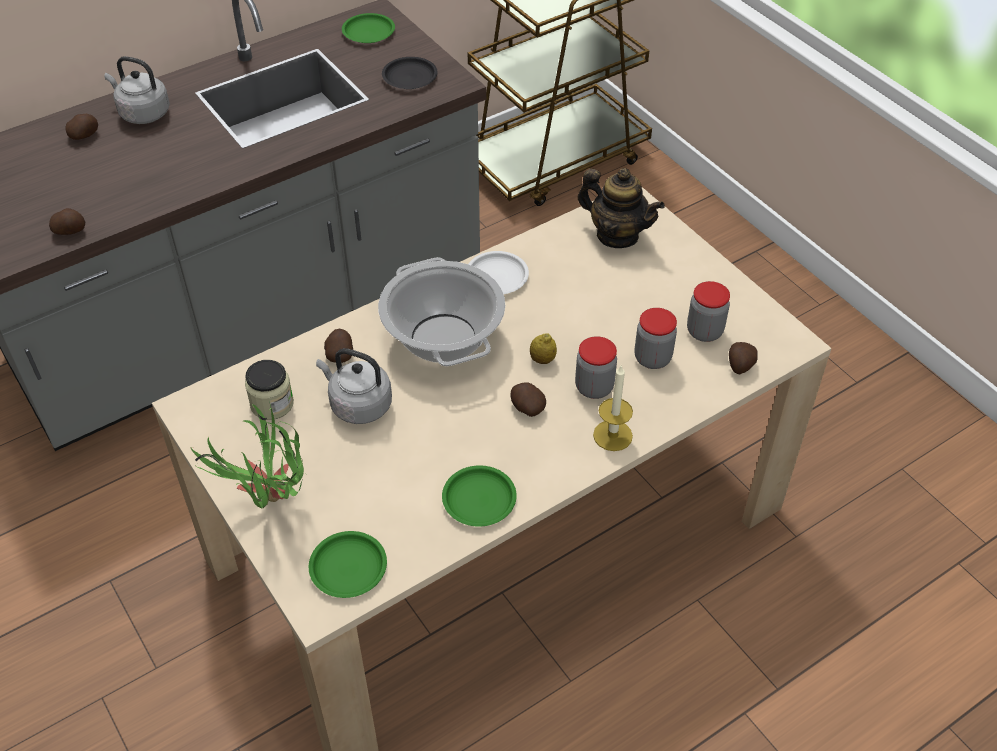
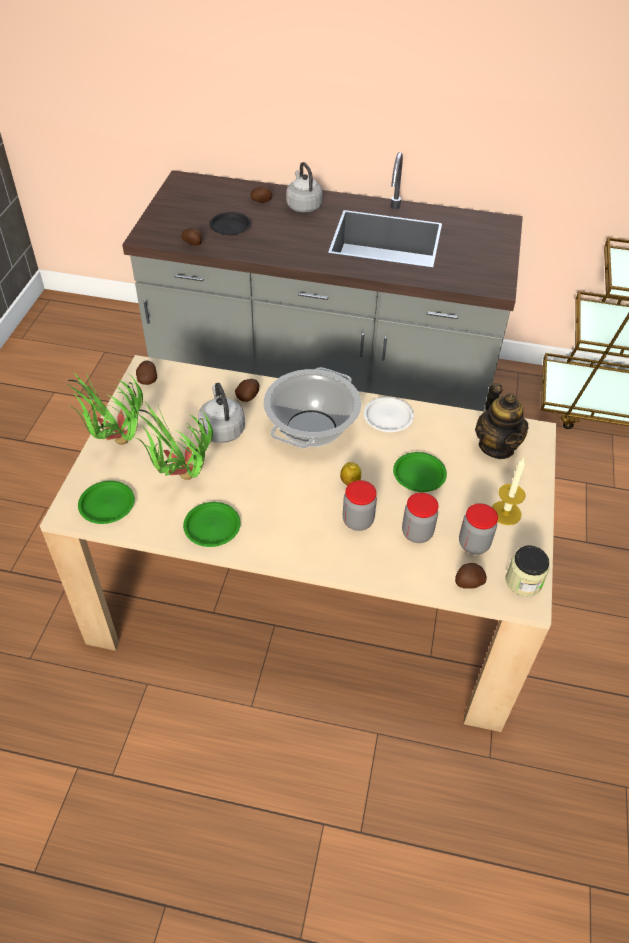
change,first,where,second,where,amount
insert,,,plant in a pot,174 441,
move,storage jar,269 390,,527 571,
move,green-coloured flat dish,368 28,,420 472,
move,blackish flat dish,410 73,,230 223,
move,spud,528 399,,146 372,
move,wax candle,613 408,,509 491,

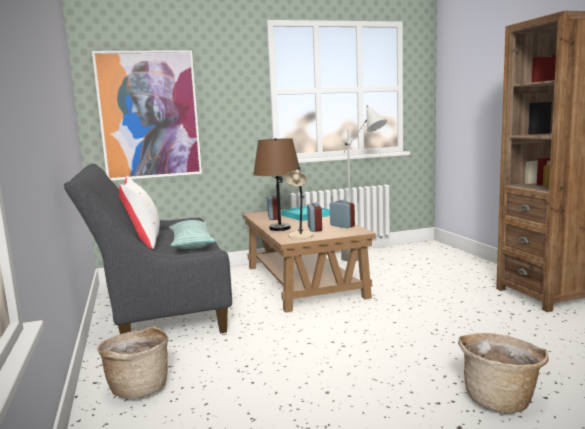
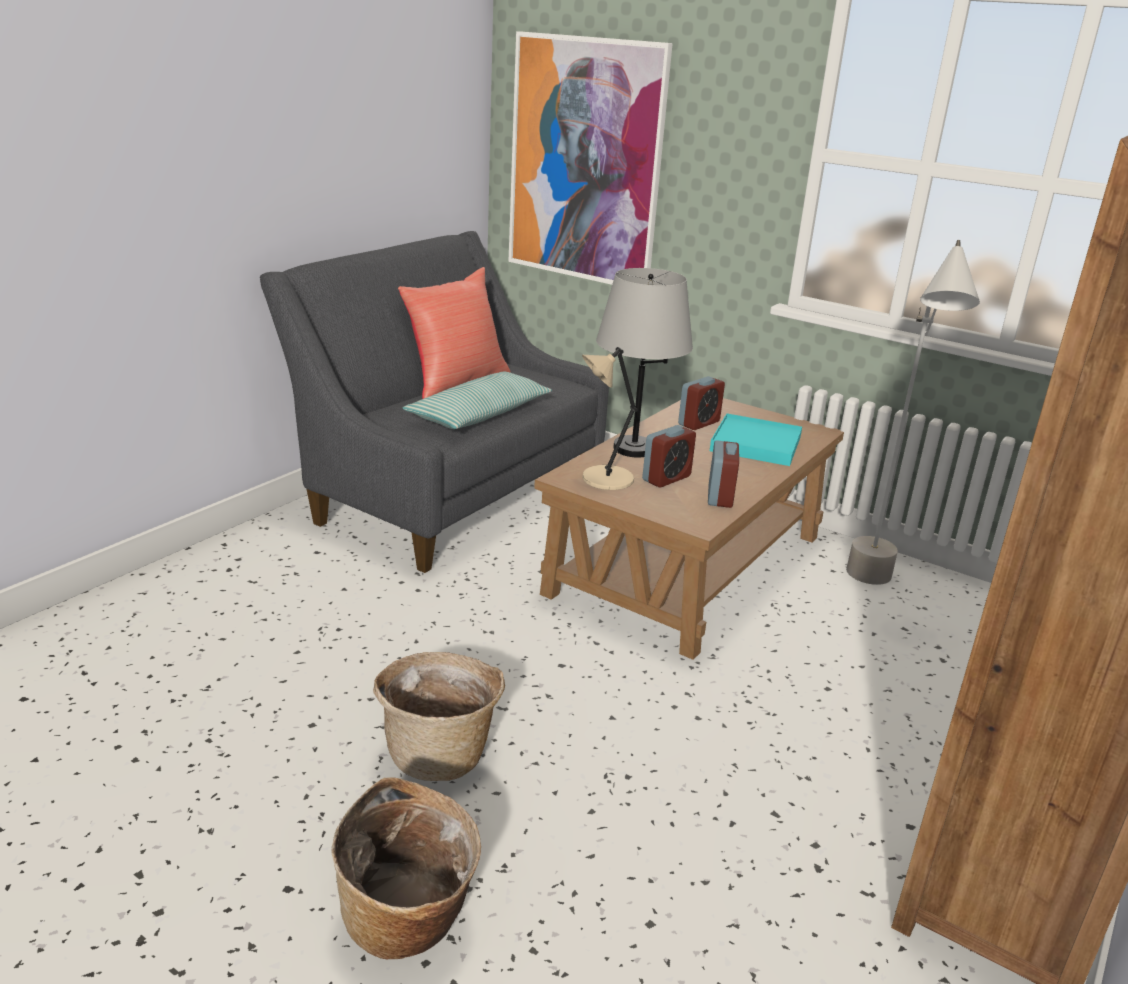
change,first,where,second,where,amount
move,household basket,132 362,,439 716,
recolor,white-coloured throw pillow,139 212,reddish throw pillow,454 333,
recolor,brownish lamp for a table,277 184,grey lamp for a table,644 363,

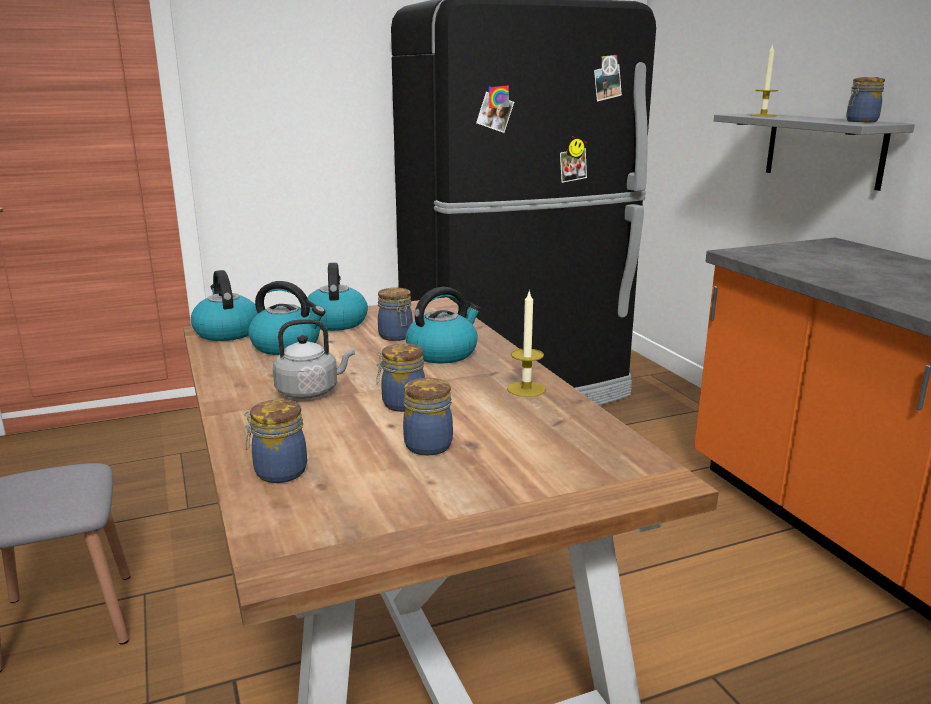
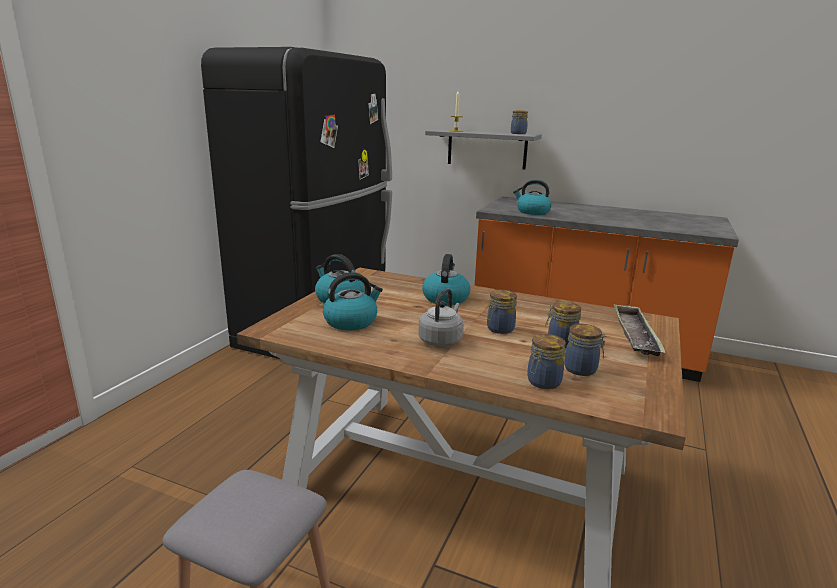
change,first,where,second,where,amount
delete,wax candle,526 343,,,
insert,,,carrying tray,639 329,
move,water kettle,225 305,,532 197,
move,storage jar,395 314,,585 350,

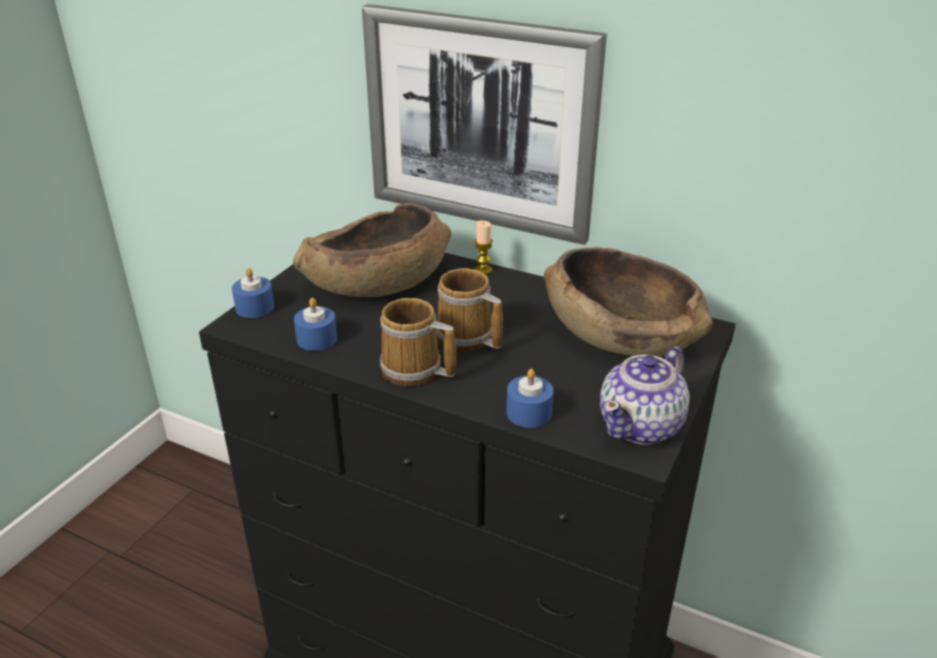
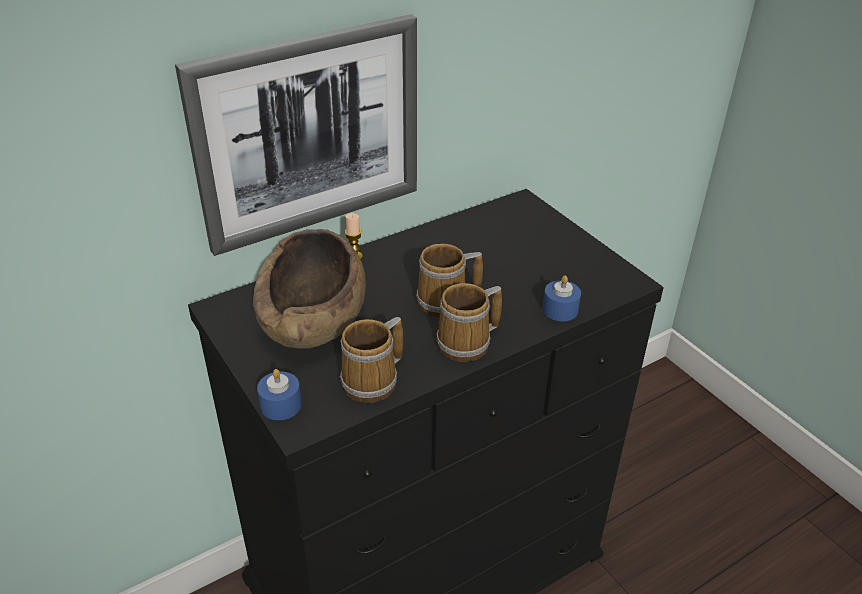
change,first,where,second,where,amount
delete,brownish serving bowl,628 302,,,
delete,teapot,645 395,,,
replace,blue-coloured wax candle,315 324,coffee mug,371 360,

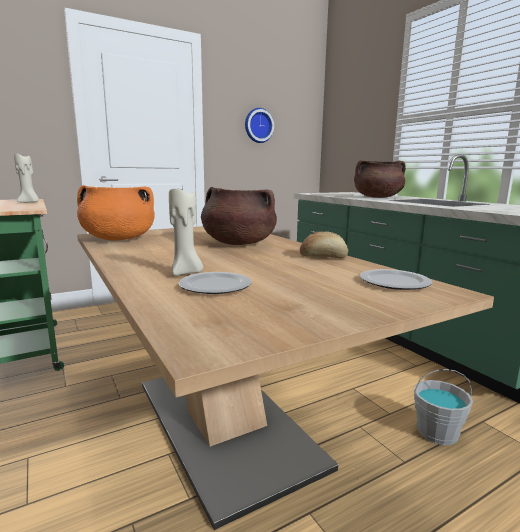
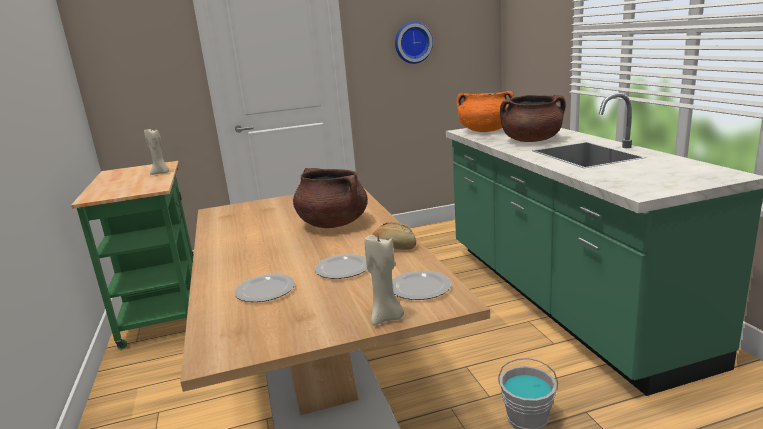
change,first,where,second,where,amount
insert,,,flat dish,340 266,
move,orange stockpot,116 213,,485 111,
move,beige-coloured wax candle,186 232,,384 280,

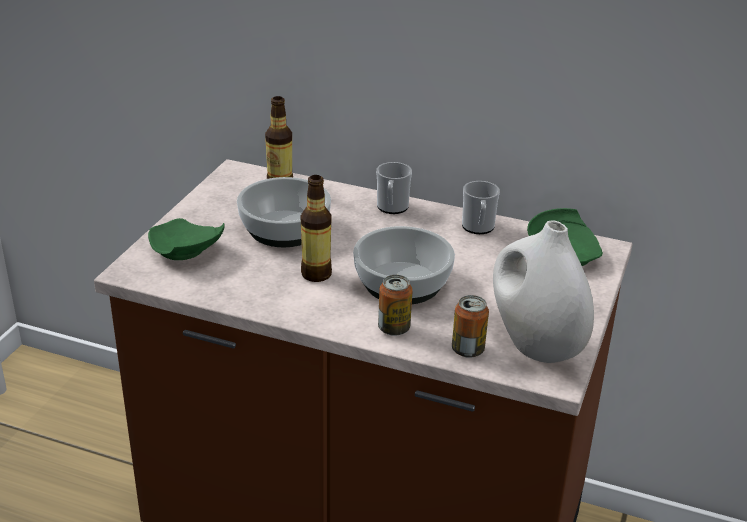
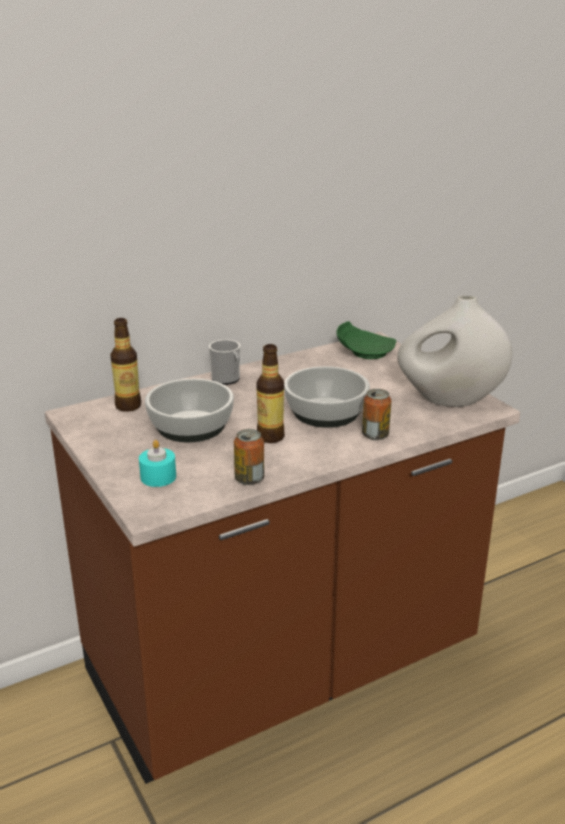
change,first,where,second,where,amount
delete,coffee mug,481 207,,,
move,sealed can,470 326,,249 457,
replace,green-coloured flat dish,186 239,turquoise-coloured wax candle,157 463,

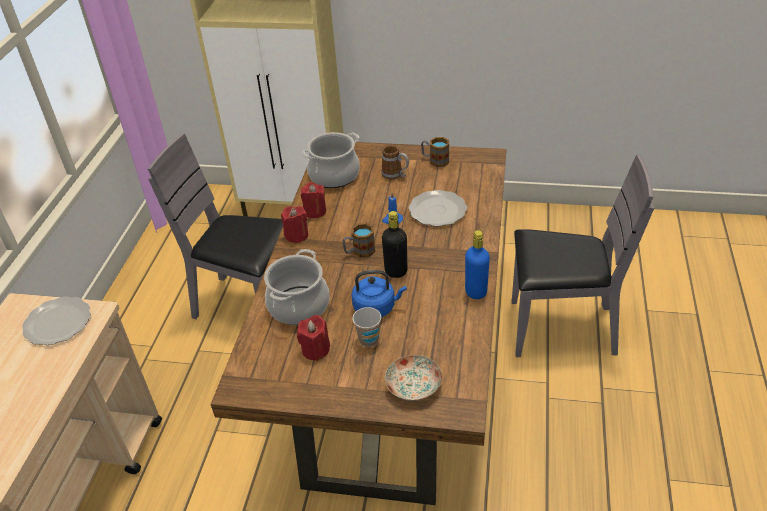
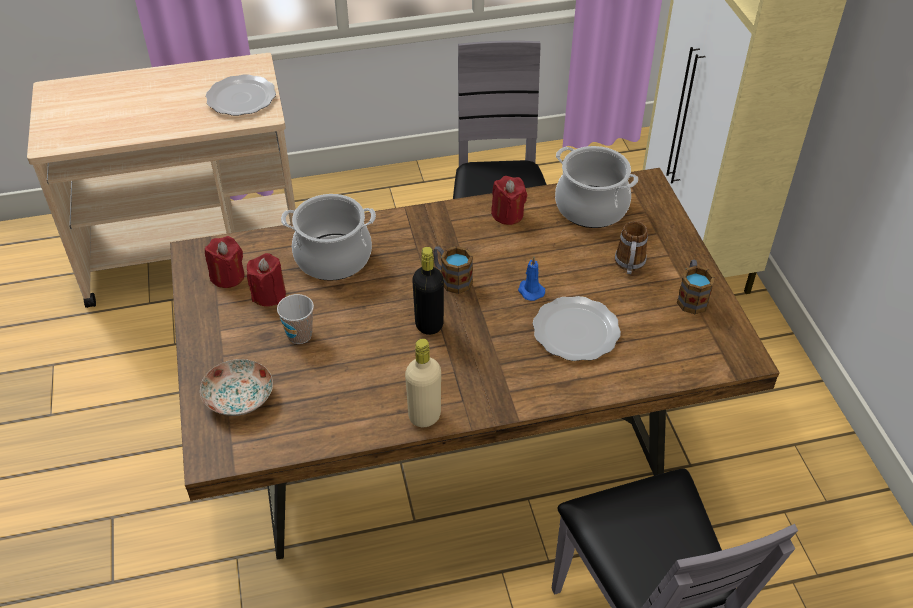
change,first,where,second,where,amount
delete,blue-coloured water kettle,379 293,,,
move,reddish wax candle,294 224,,224 262,
recolor,blue-coloured beverage bottle,477 264,beige-coloured beverage bottle,423 383,

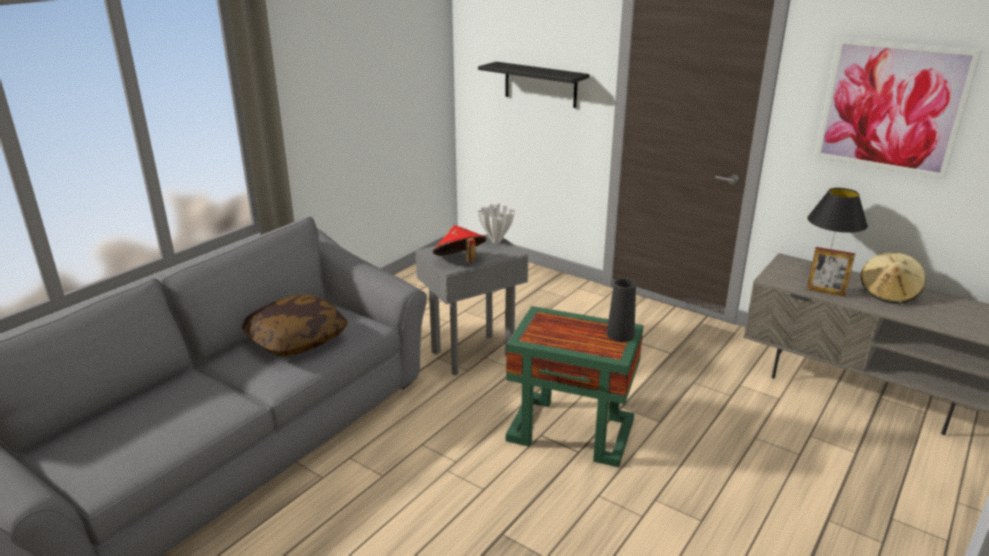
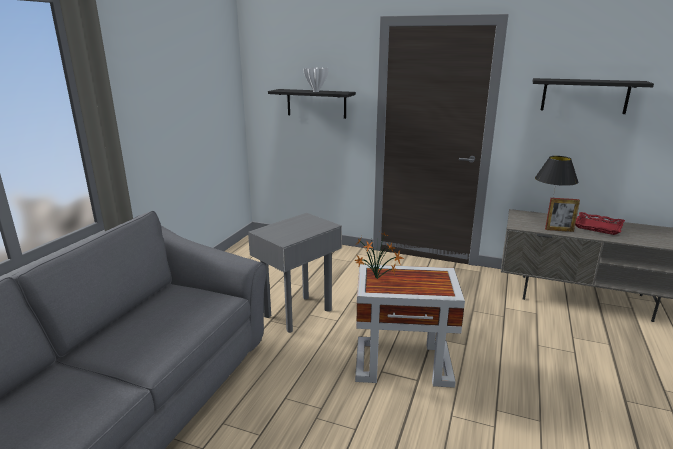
change,first,where,second,where,amount
delete,throw pillow,295 325,,,
delete,reddish hat,460 244,,,
delete,blackish flower vase,621 310,,,
insert,,,plant in a pot,379 255,
move,white-coloured flower vase,496 223,,316 79,
replace,wall art,898 109,blackish wall shelf,593 96,
replace,beige-coloured hat,893 278,reddish carrying tray,600 223,
recolor,green-coloured accent table,574 386,white-coloured accent table,410 326,

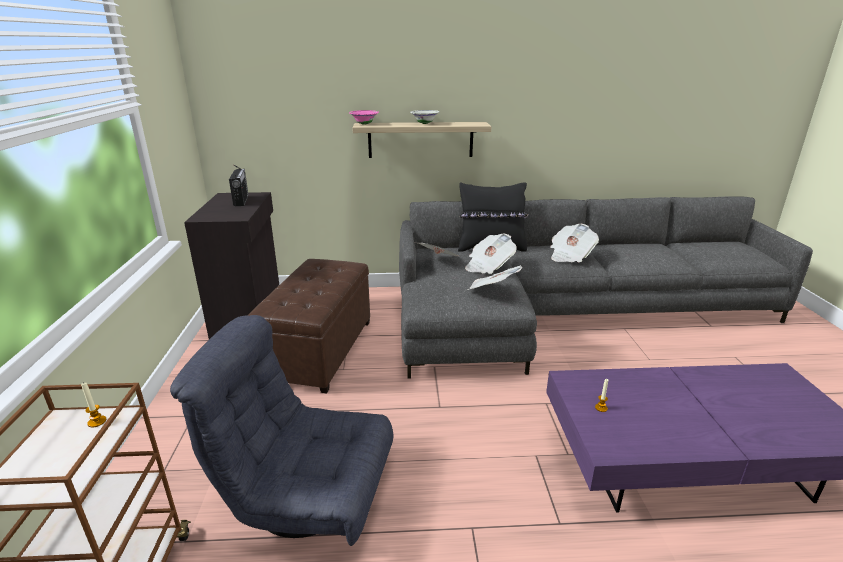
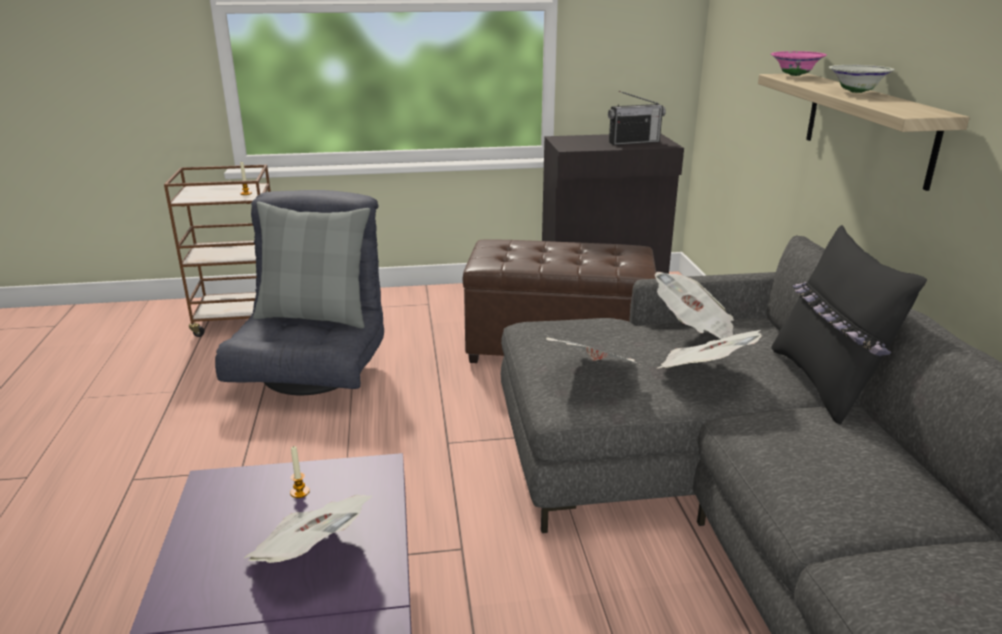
change,first,where,second,where,amount
insert,,,grey throw pillow,311 265,
move,newspaper,574 243,,308 529,

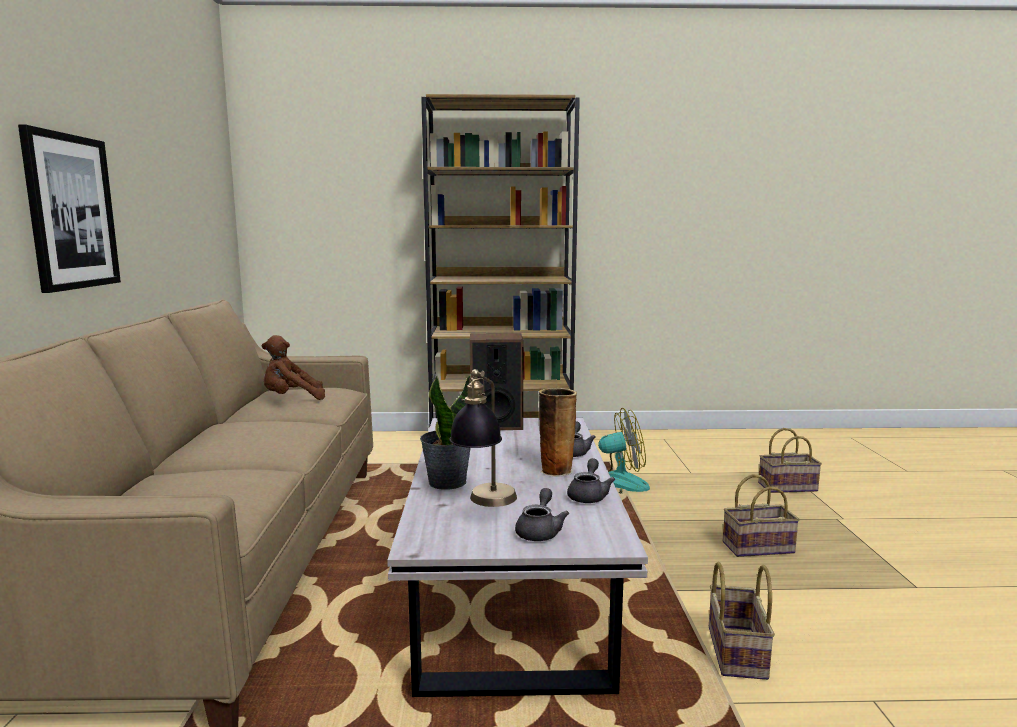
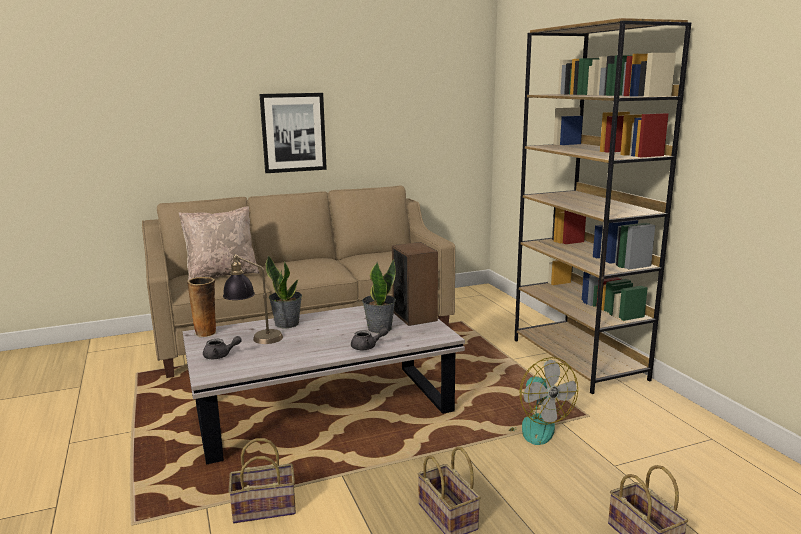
change,first,where,second,where,amount
delete,brownish soft toy,293 367,,,
delete,grey teapot,591 480,,,
insert,,,beige-coloured throw pillow,219 243,
insert,,,plant in a pot,379 296,
move,flower vase,558 432,,201 307,

